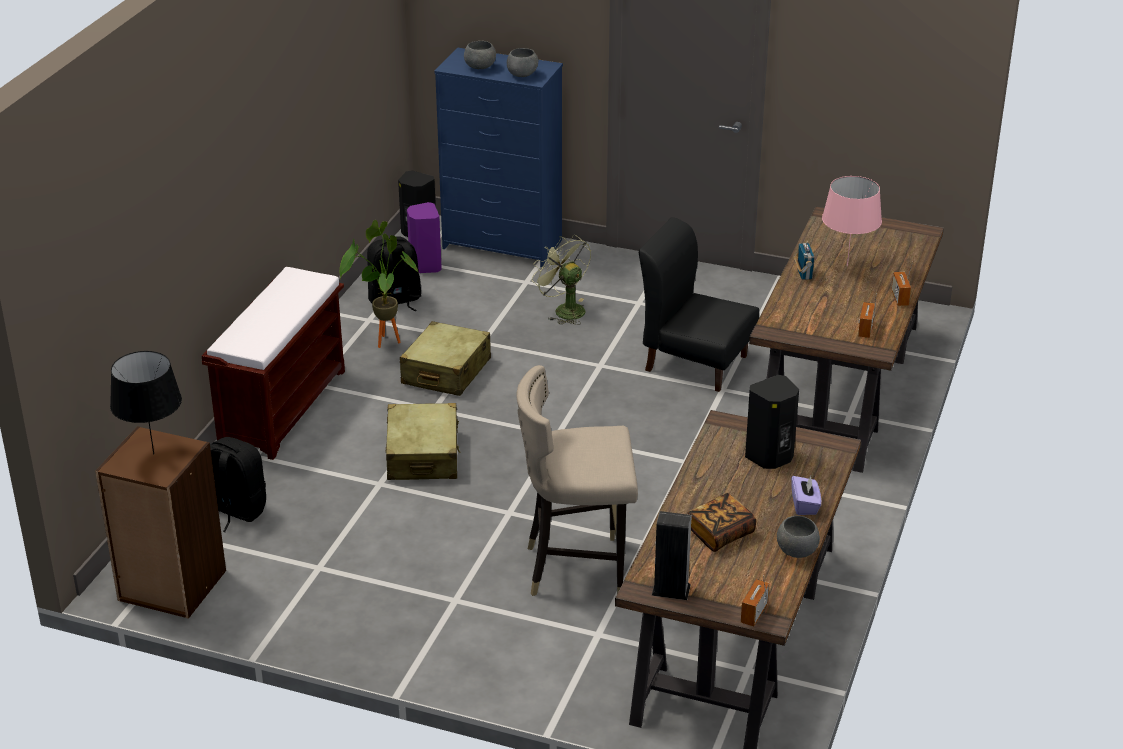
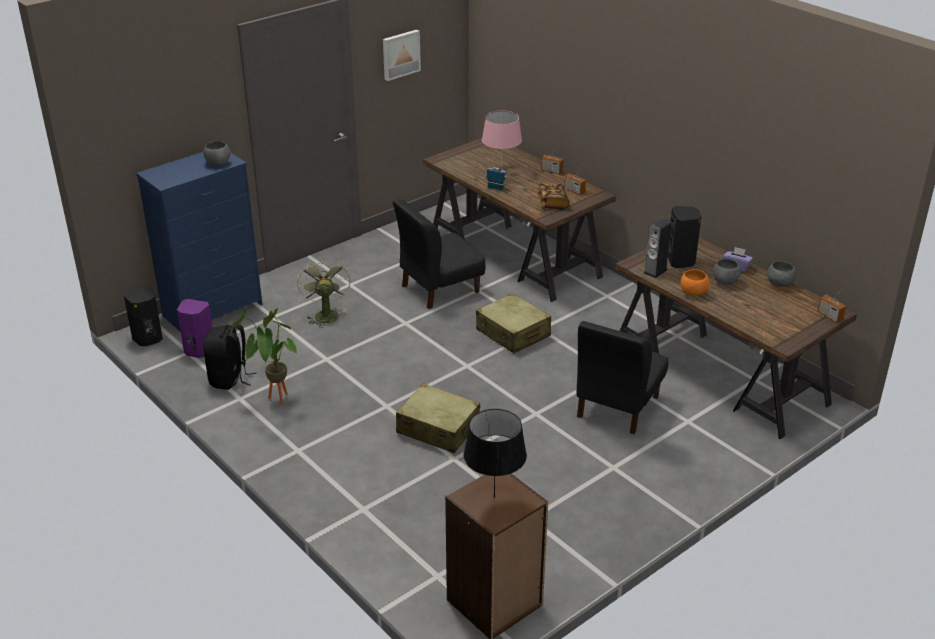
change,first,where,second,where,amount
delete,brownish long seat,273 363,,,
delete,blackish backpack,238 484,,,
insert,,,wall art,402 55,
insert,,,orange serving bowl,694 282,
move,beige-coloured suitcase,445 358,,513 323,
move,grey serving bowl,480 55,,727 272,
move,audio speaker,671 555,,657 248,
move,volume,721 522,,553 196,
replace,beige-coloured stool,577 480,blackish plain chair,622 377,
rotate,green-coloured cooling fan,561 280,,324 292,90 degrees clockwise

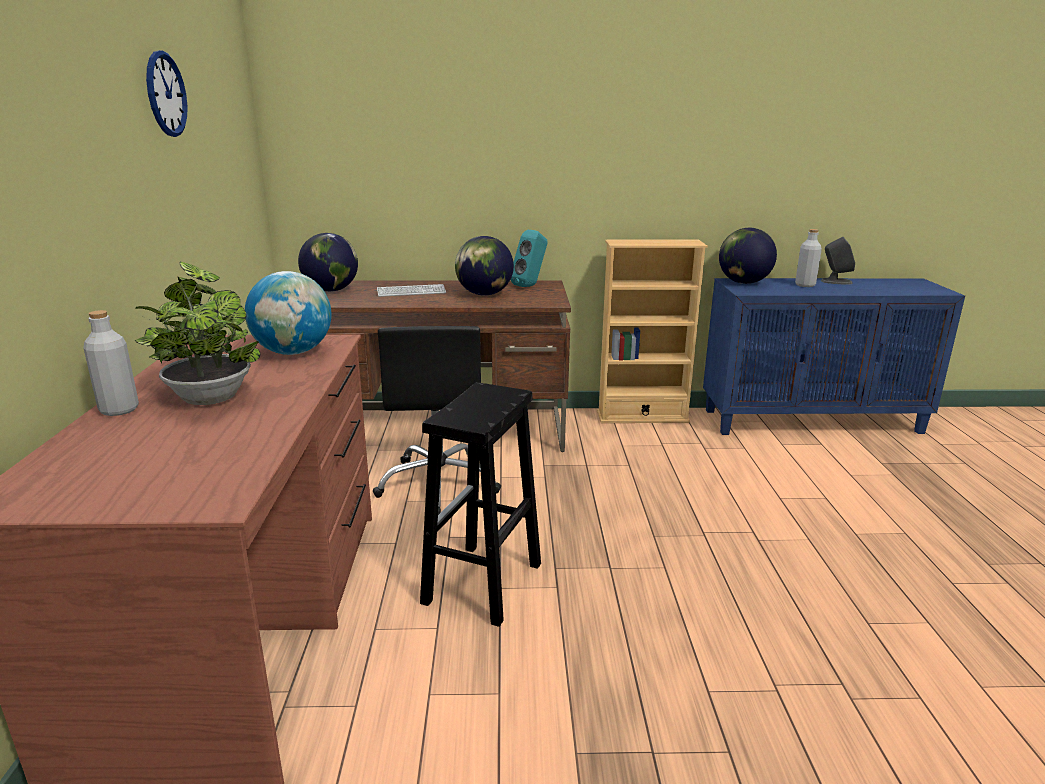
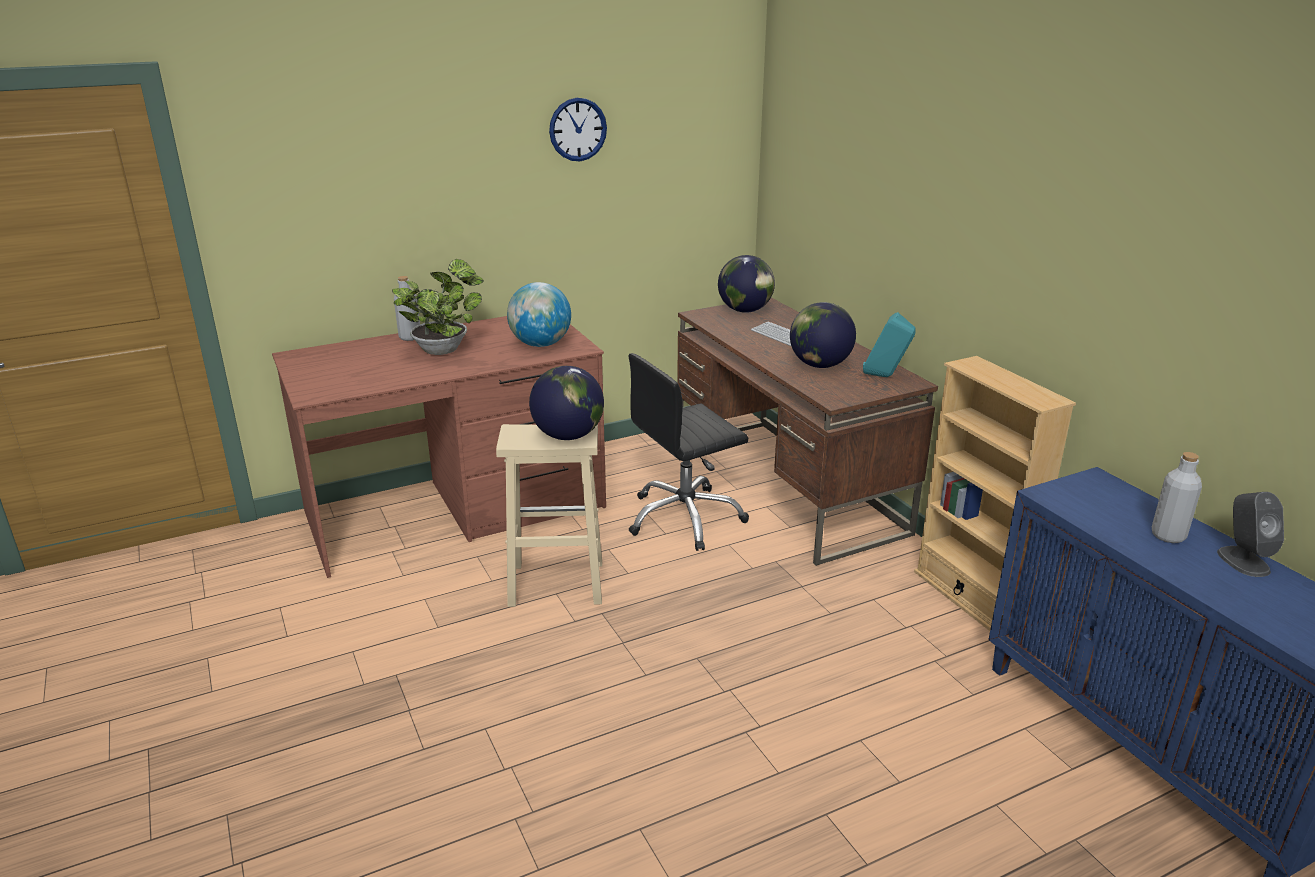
change,first,where,second,where,amount
move,desk globe,748 256,,566 403,
recolor,blackish stool,480 504,beige-coloured stool,549 515,

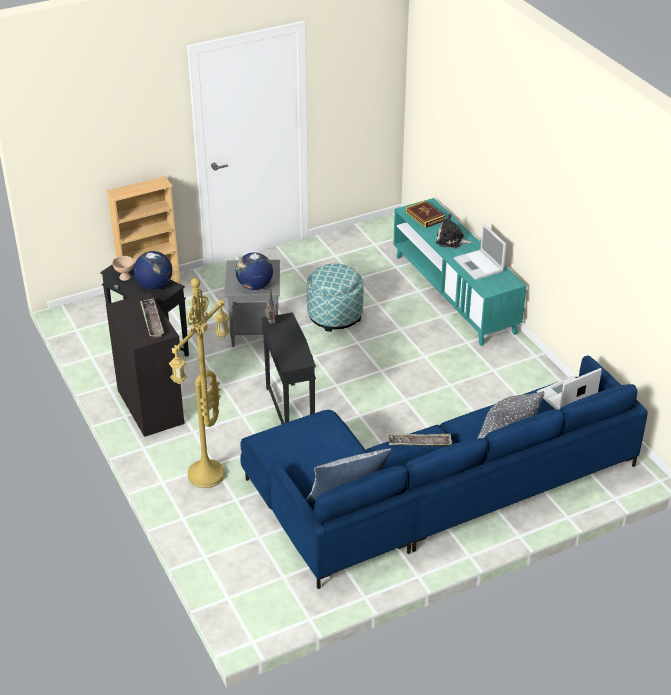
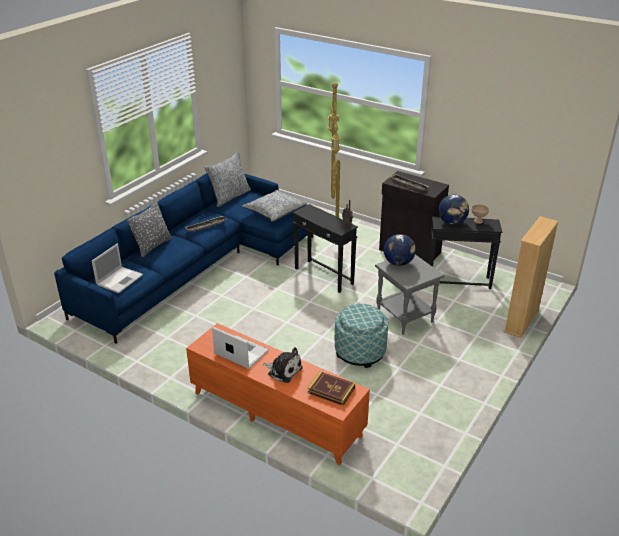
change,first,where,second,where,amount
insert,,,throw pillow,274 206,
recolor,turquoise-coloured media console,460 272,orange media console,278 394,
rotate,soft toy,455 231,,283 365,45 degrees clockwise

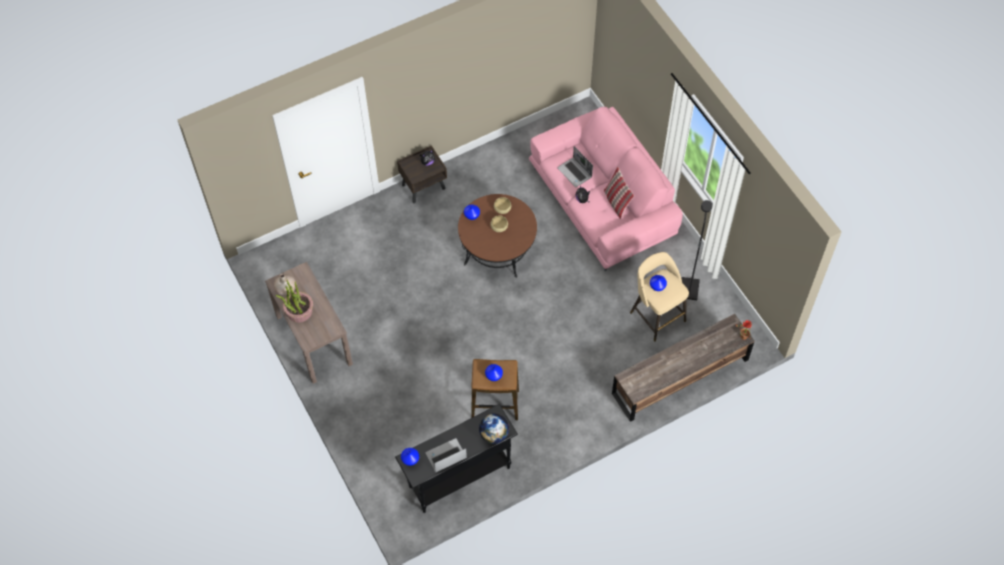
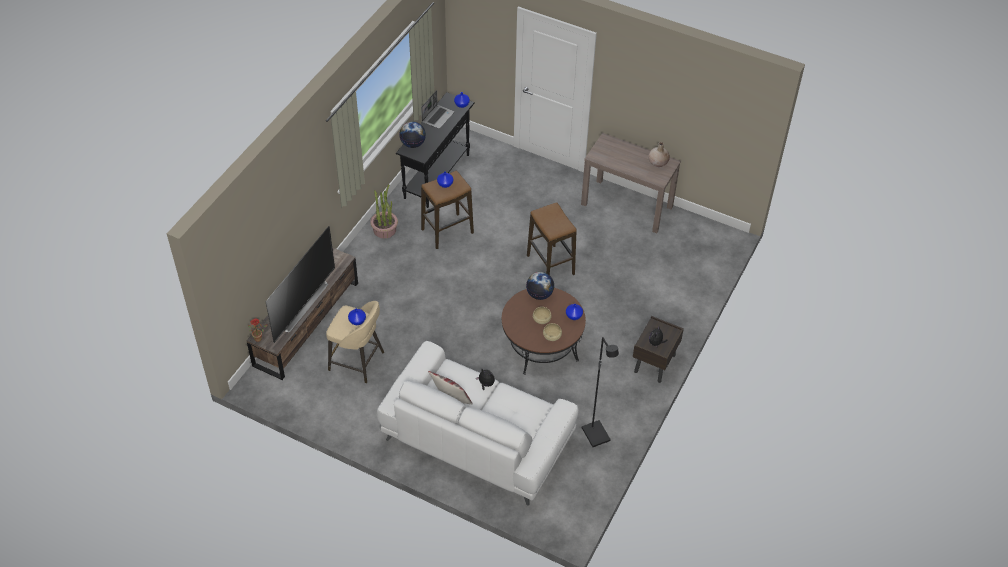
change,first,where,second,where,amount
delete,notebook computer,575 166,,,
insert,,,TV,300 284,
insert,,,desk globe,540 286,
insert,,,stool,552 238,
move,plant in a pot,294 301,,384 211,
move,blackish standard lamp,697 250,,600 392,
recolor,pink-coloured couch,606 189,white-coloured couch,478 423,

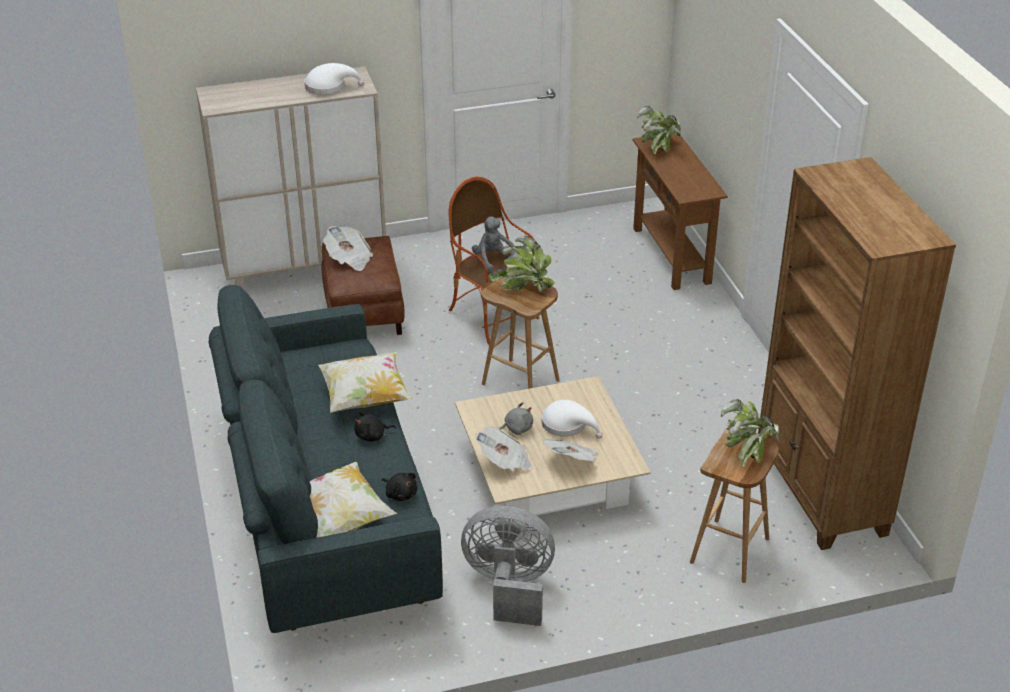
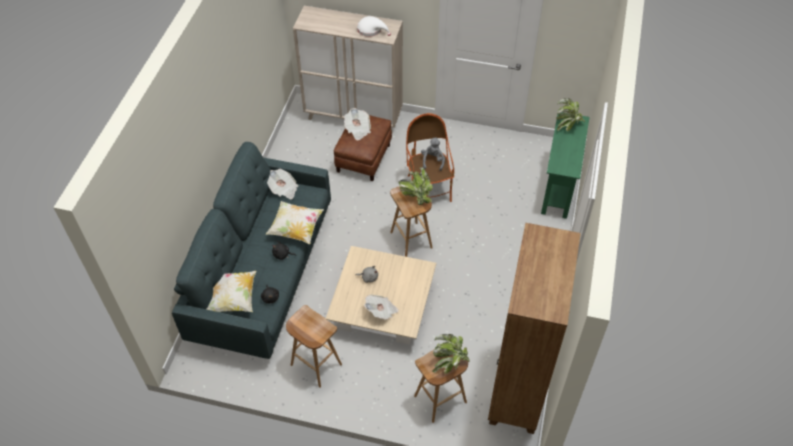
change,first,where,second,where,amount
delete,white-coloured hat,572 419,,,
move,newspaper,504 449,,283 184,
replace,grey cooling fan,508 566,brownish stool,314 346,
recolor,brownish console table,680 212,green-coloured console table,565 165,

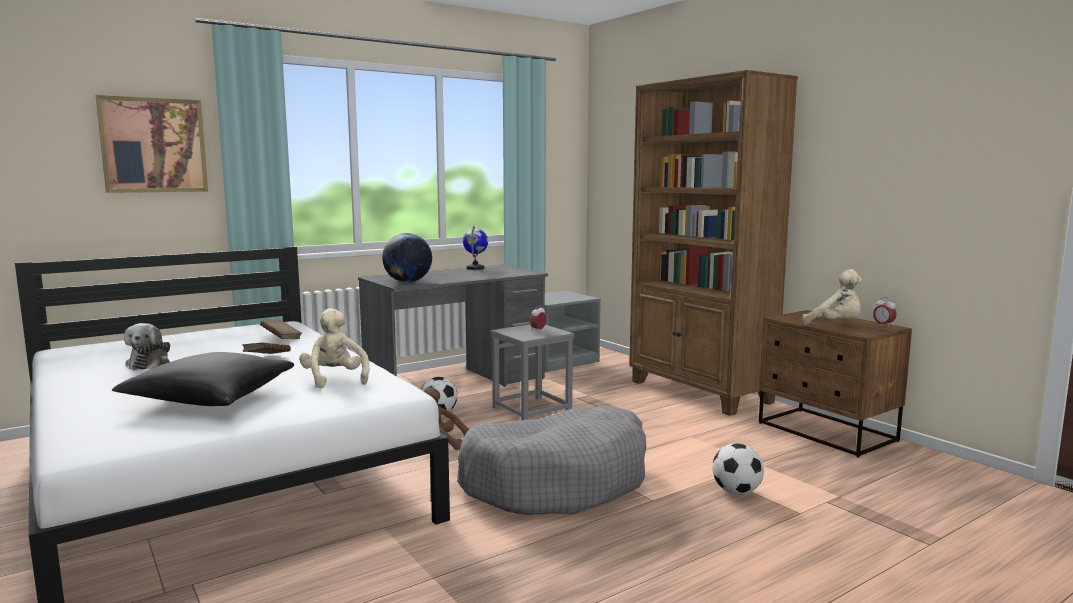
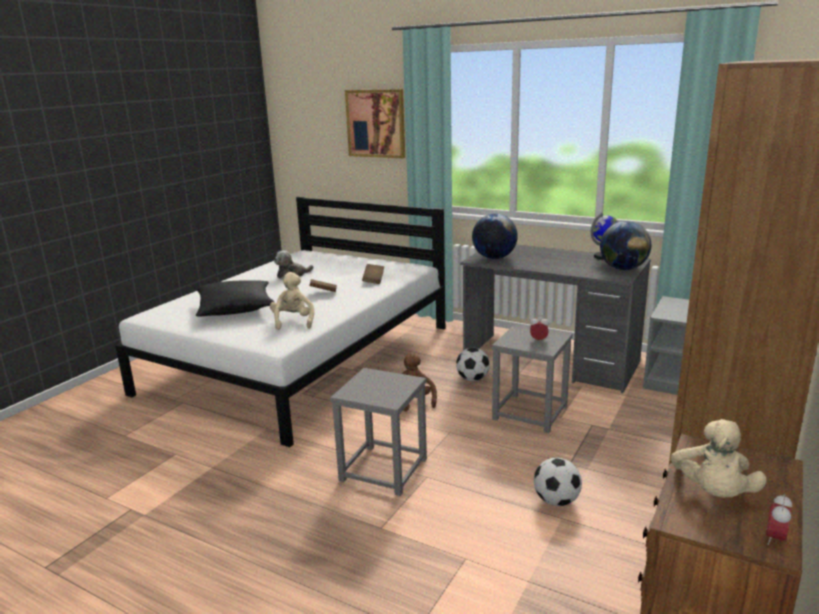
change,first,where,second,where,amount
insert,,,desk globe,625 245,
move,football ball,738 469,,558 482,
replace,grey pet bed,551 460,grey stool,378 432,
rotate,beige-coloured soft toy,334 348,,292 301,45 degrees counterclockwise

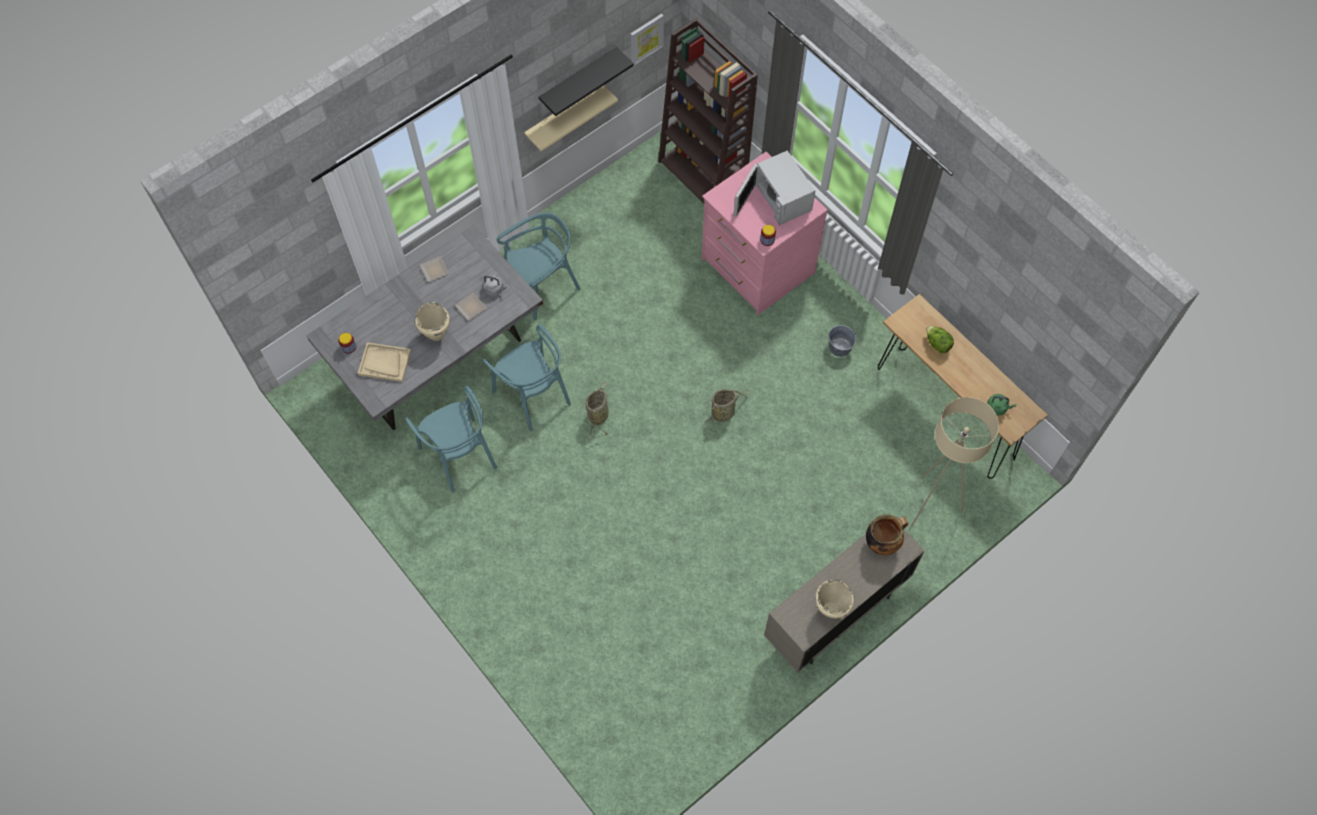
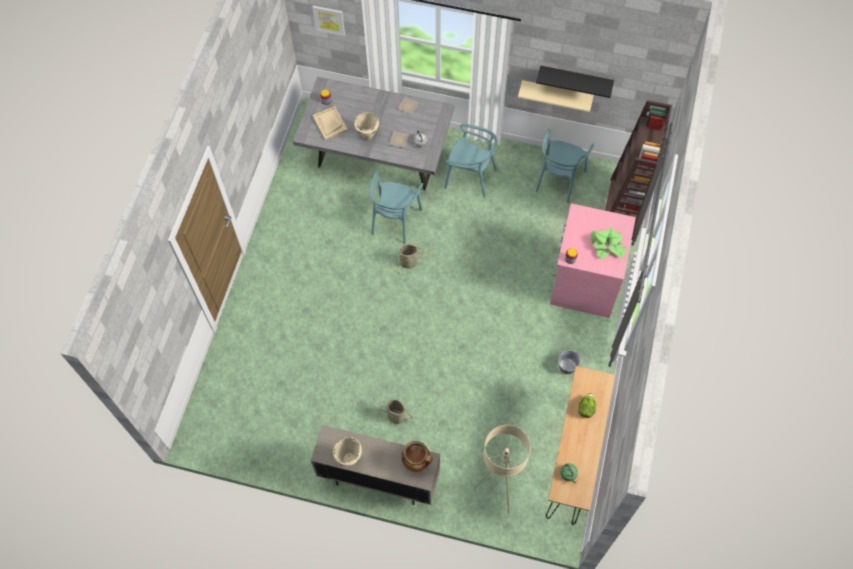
change,first,where,second,where,amount
move,turquoise-coloured plain chair,451 439,,564 166,
move,wall art,647 40,,328 20,
move,household basket,727 411,,400 412,
replace,white-coloured microwave,774 188,plant in a pot,608 243,

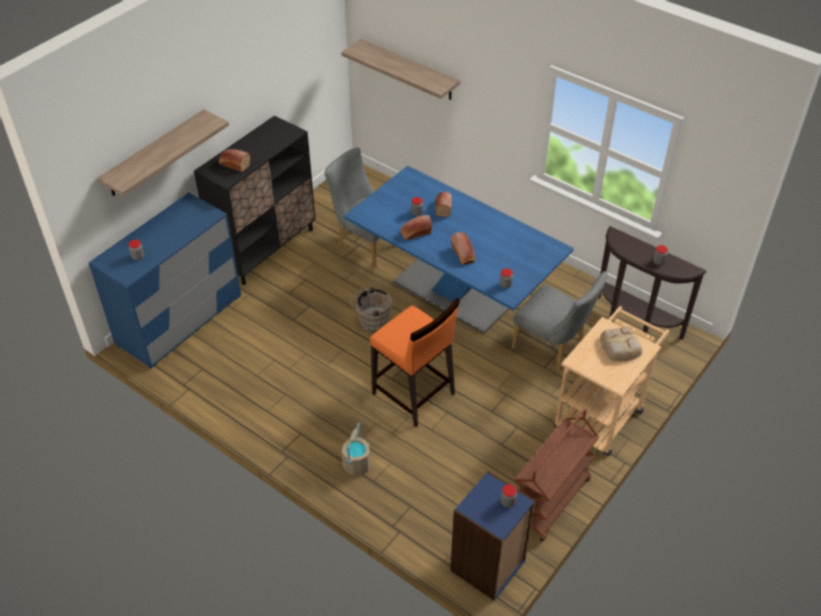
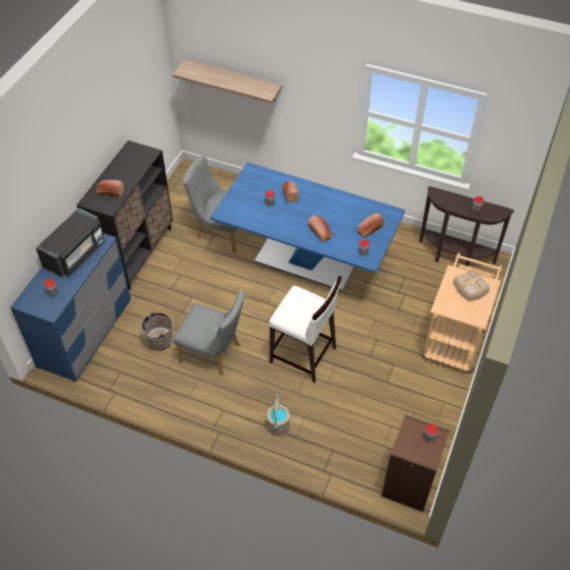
change,first,where,second,where,amount
delete,wall shelf,163 152,,,
delete,brownish cart,556 475,,,
insert,,,blackish microwave,70 242,
move,brownish pail,371 310,,154 331,
move,baked bread,416 227,,370 225,
move,grey plain chair,559 321,,209 333,
recolor,orange stool,415 362,white-coloured stool,305 329,
recolor,blue-coloured bookshelf,492 536,brownish bookshelf,415 463,

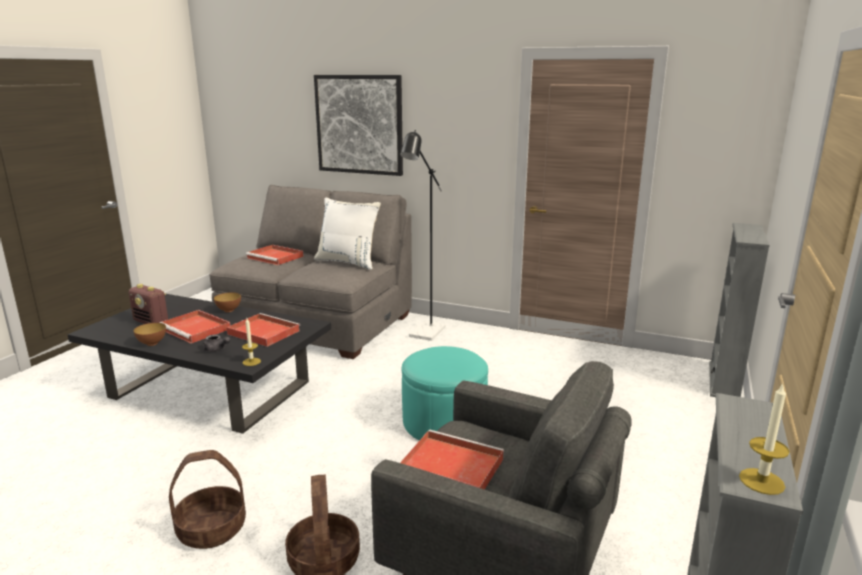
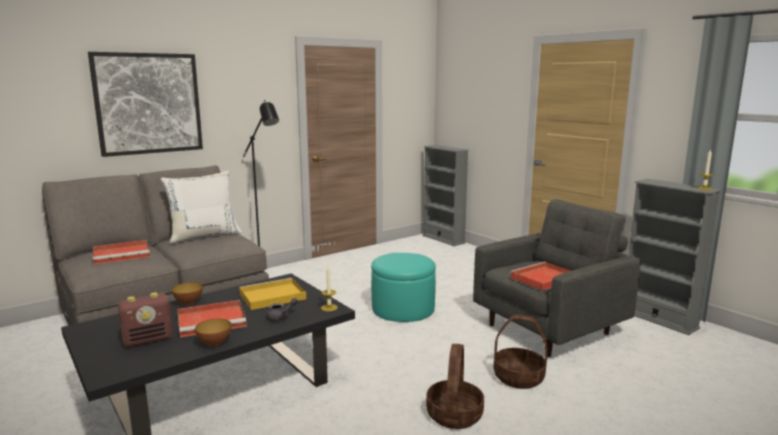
change,first,where,second,where,amount
recolor,reddish carrying tray,263 330,yellow carrying tray,272 294,

